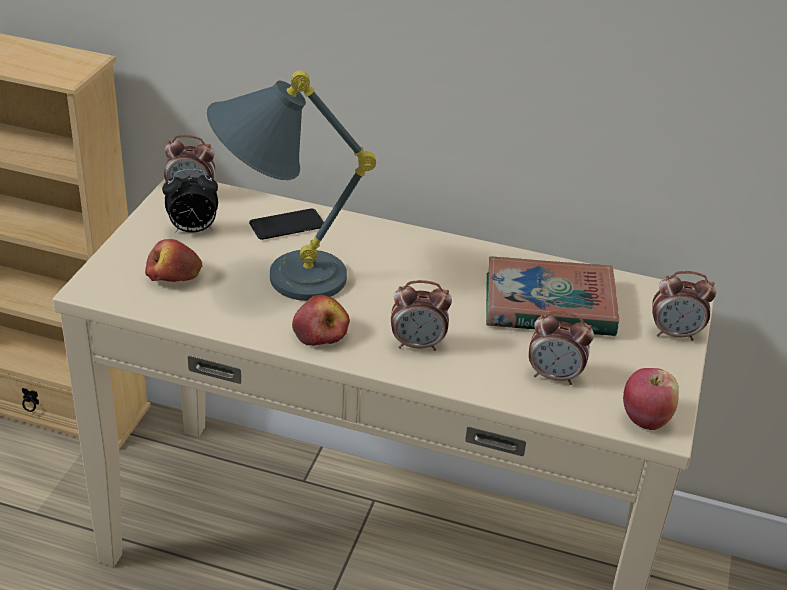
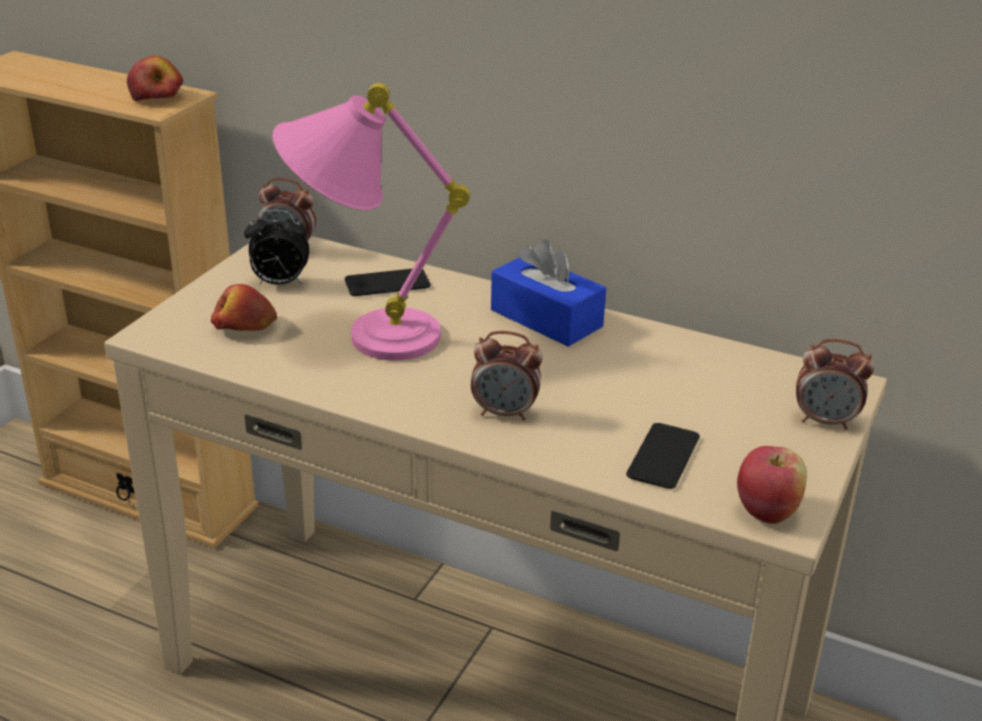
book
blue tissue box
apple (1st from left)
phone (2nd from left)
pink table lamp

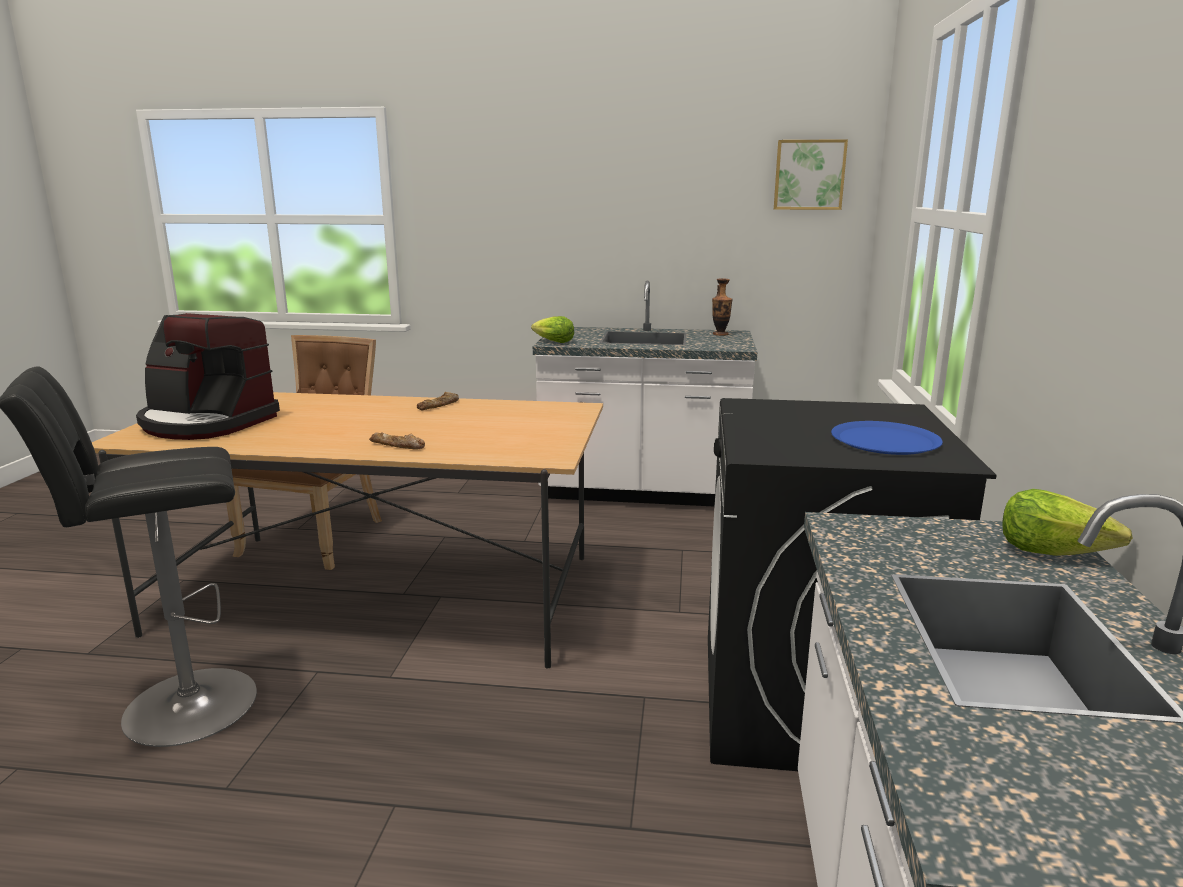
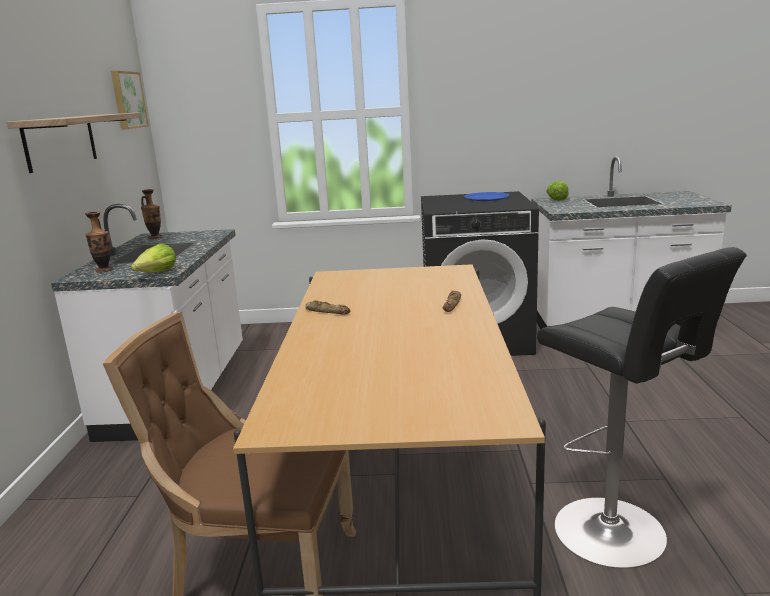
coffee machine
shelf
vase (1st from left)

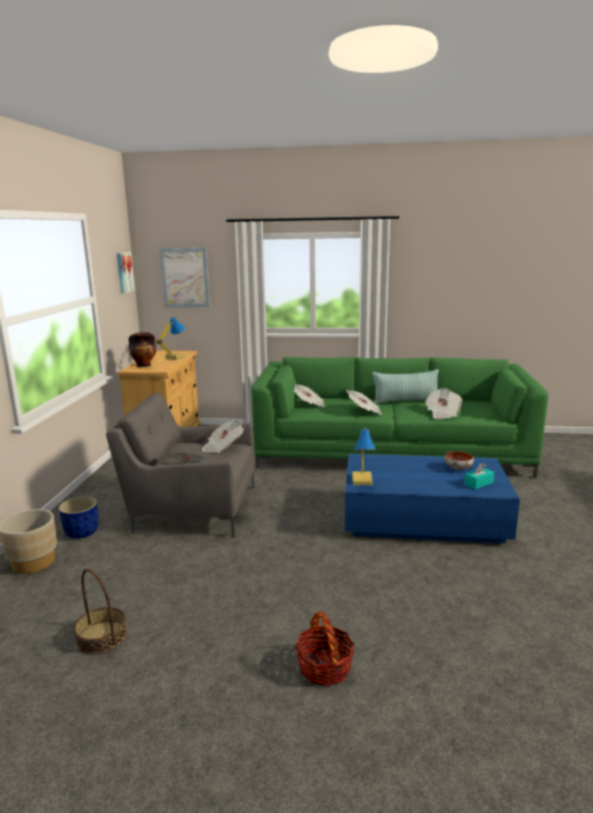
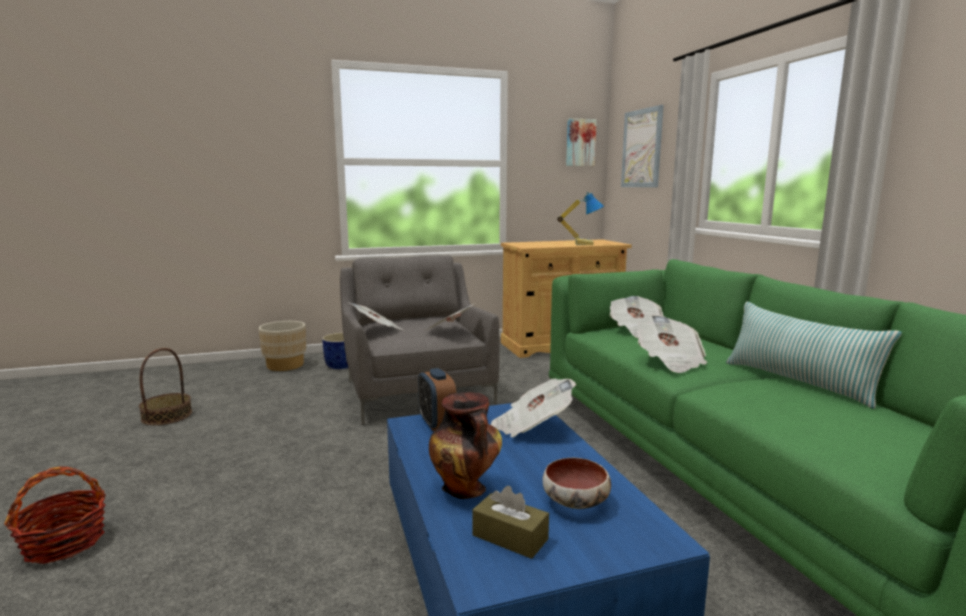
vase
newspaper (3rd from left)
alarm clock
brown tissue box

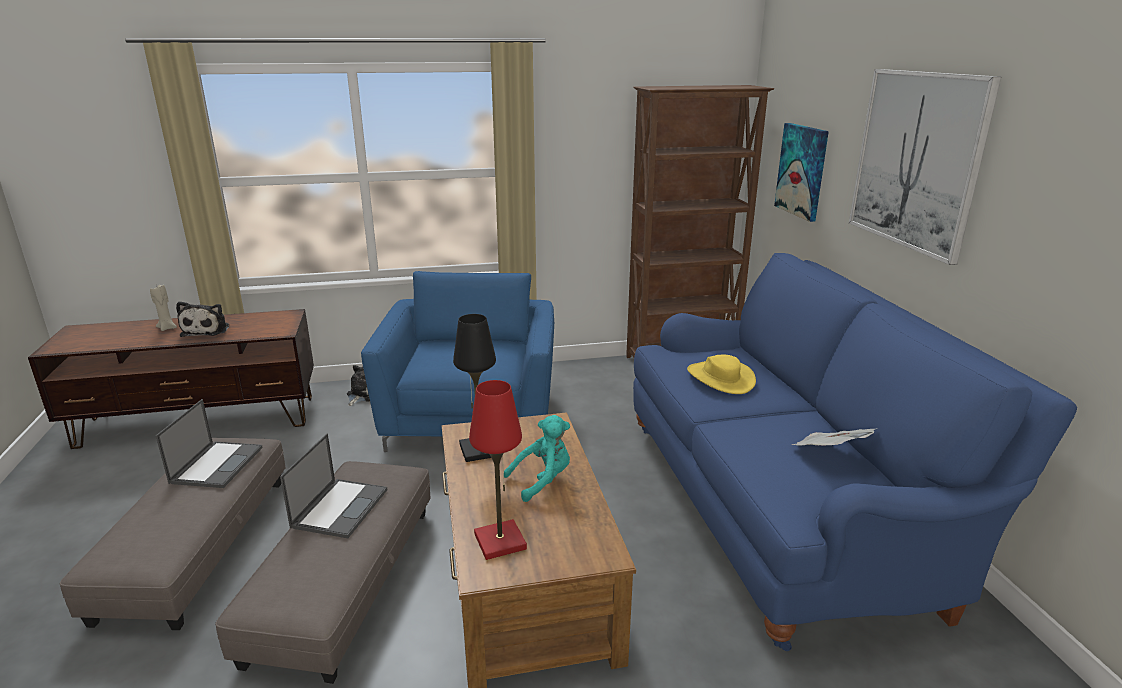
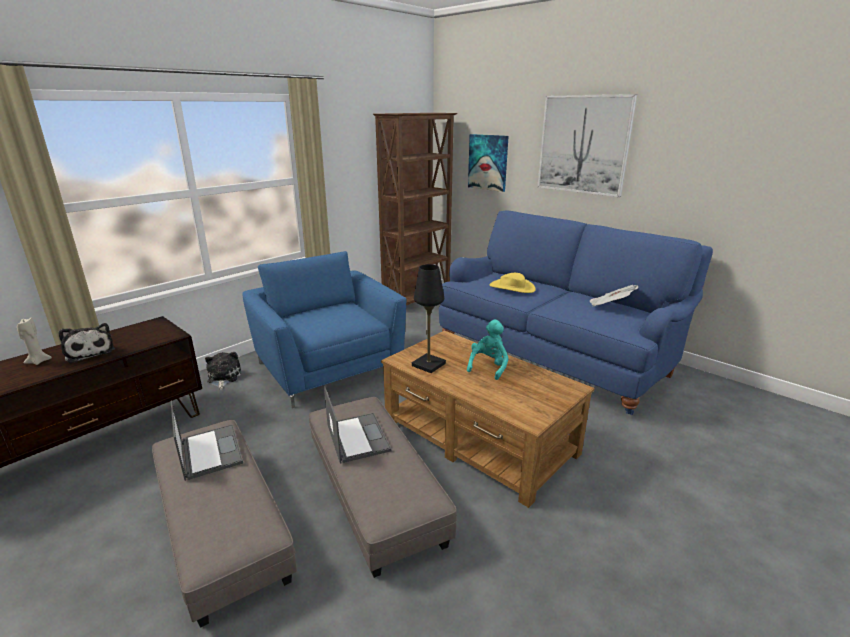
red table lamp

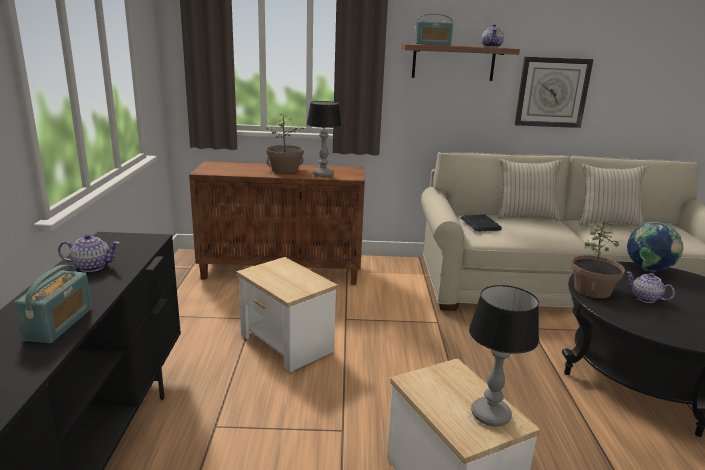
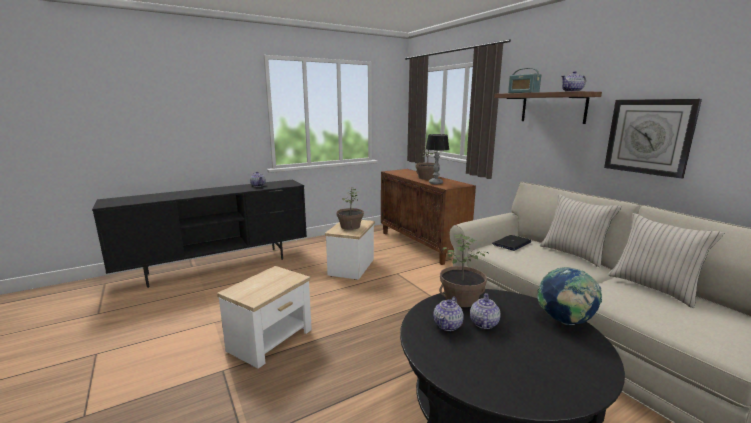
radio (1st from left in the first image)
table lamp (2nd from left in the first image)
potted plant (1st from left)
teapot (2nd from left)

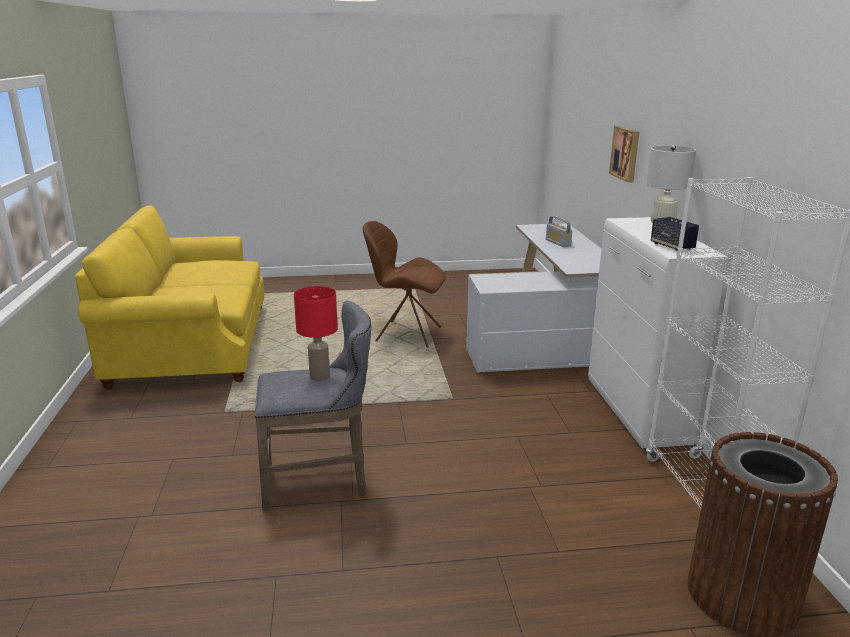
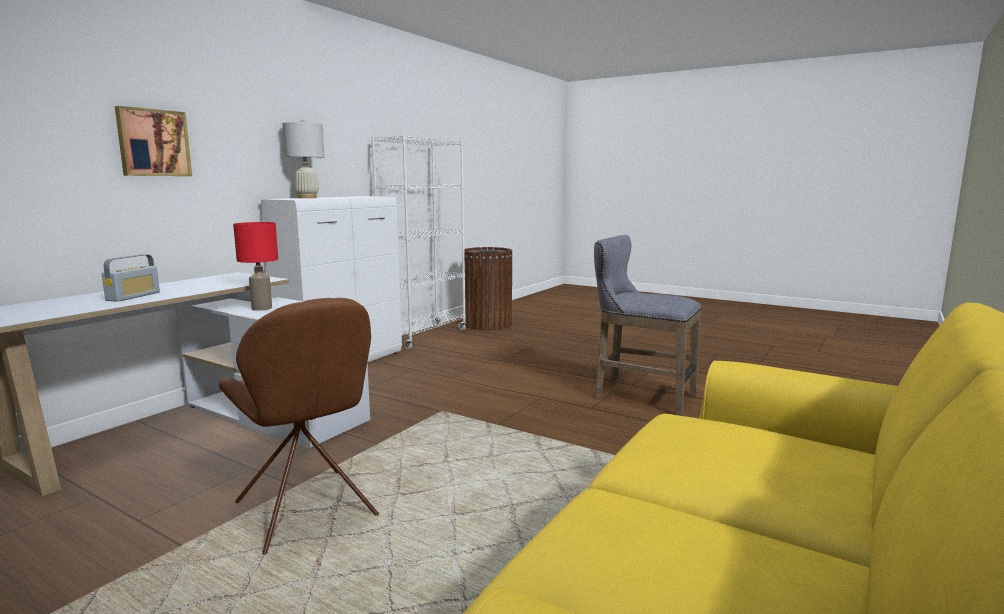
speaker
red table lamp

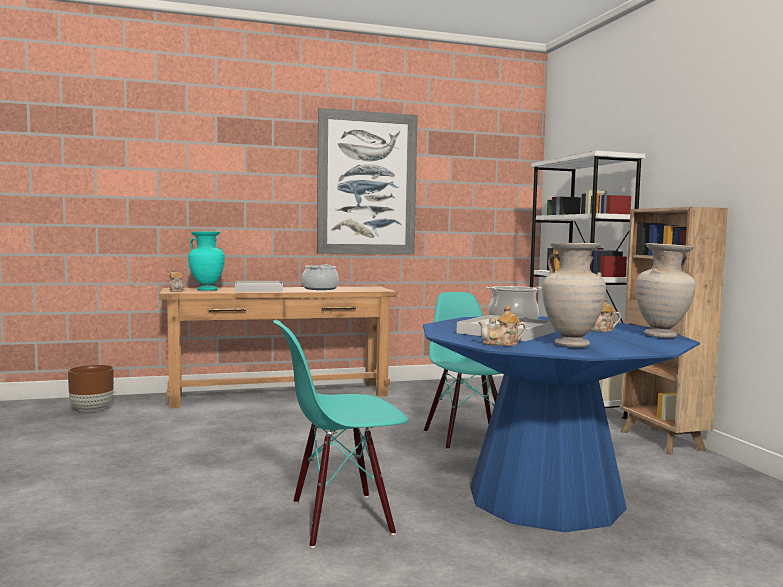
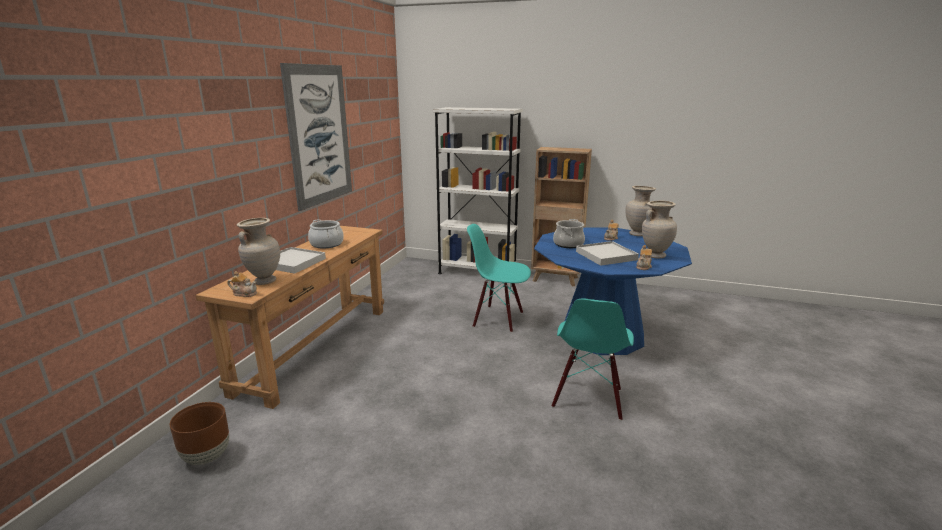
beige vase (1st from left)

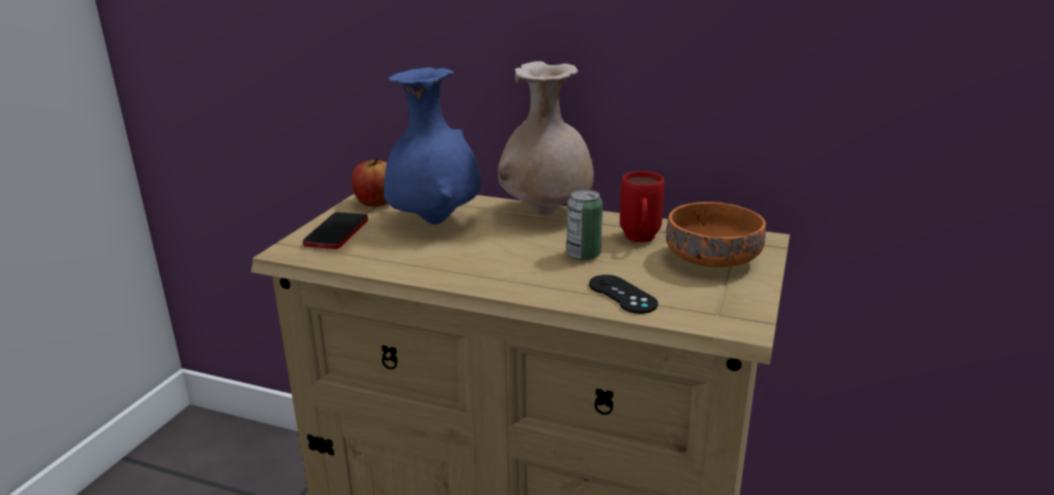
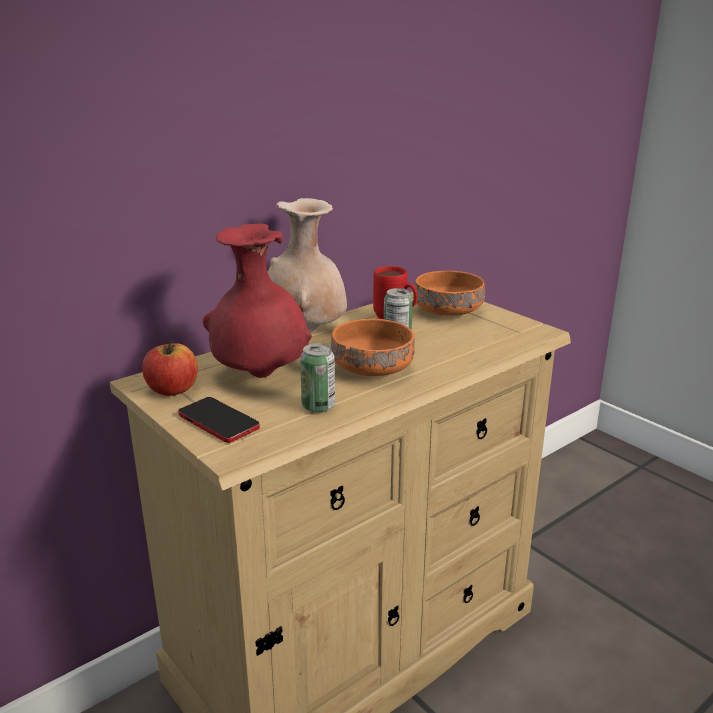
black game controller
can (1st from left)
orange bowl (1st from left)
red vase

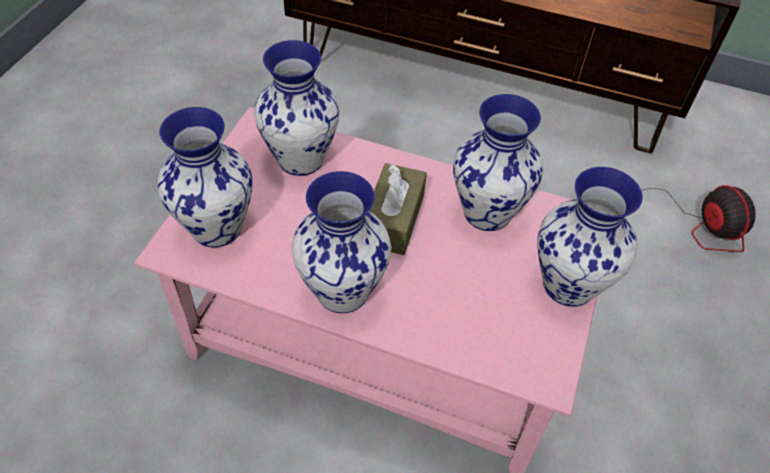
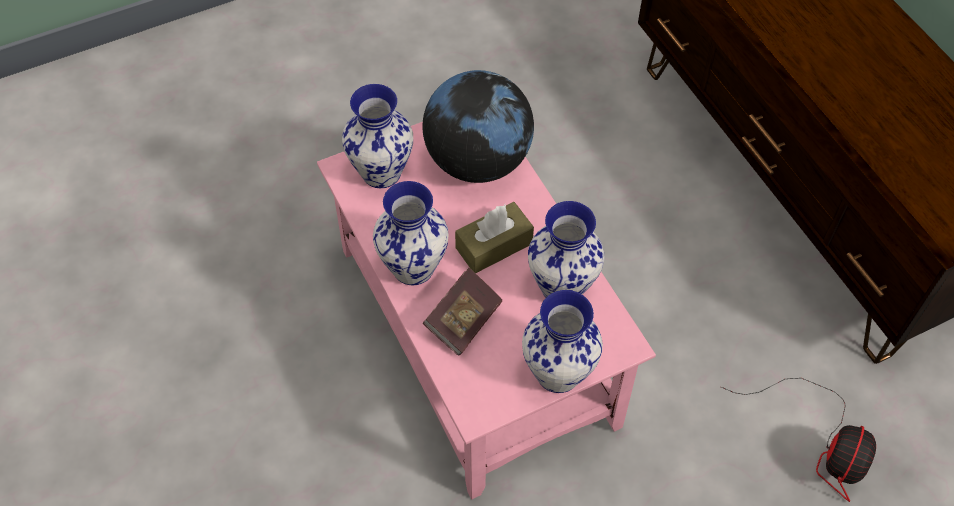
book
globe

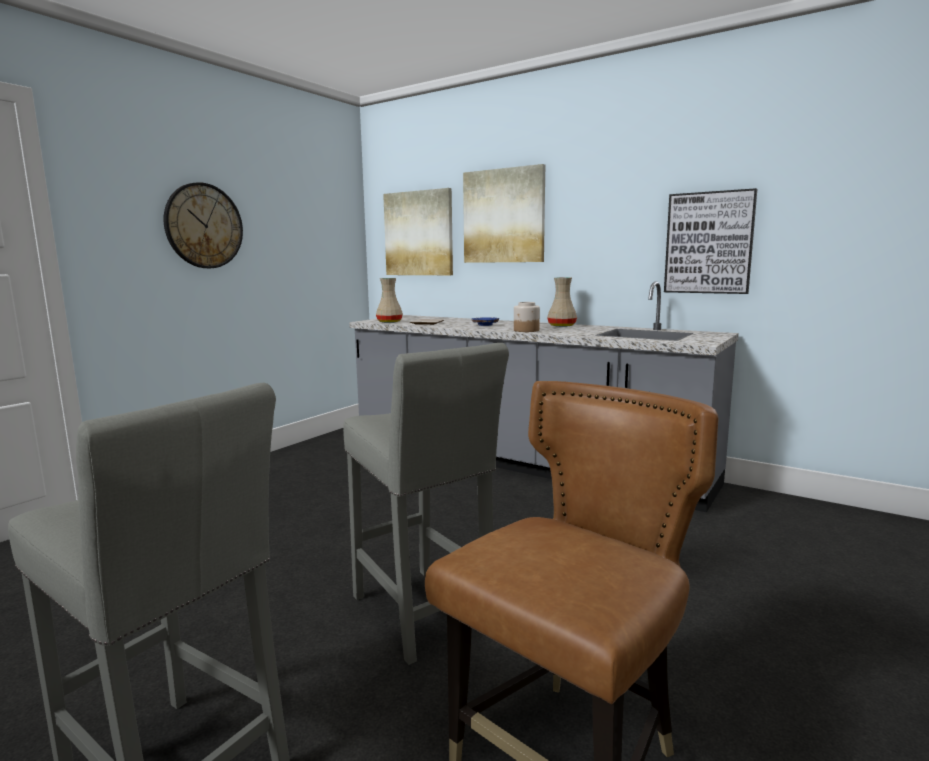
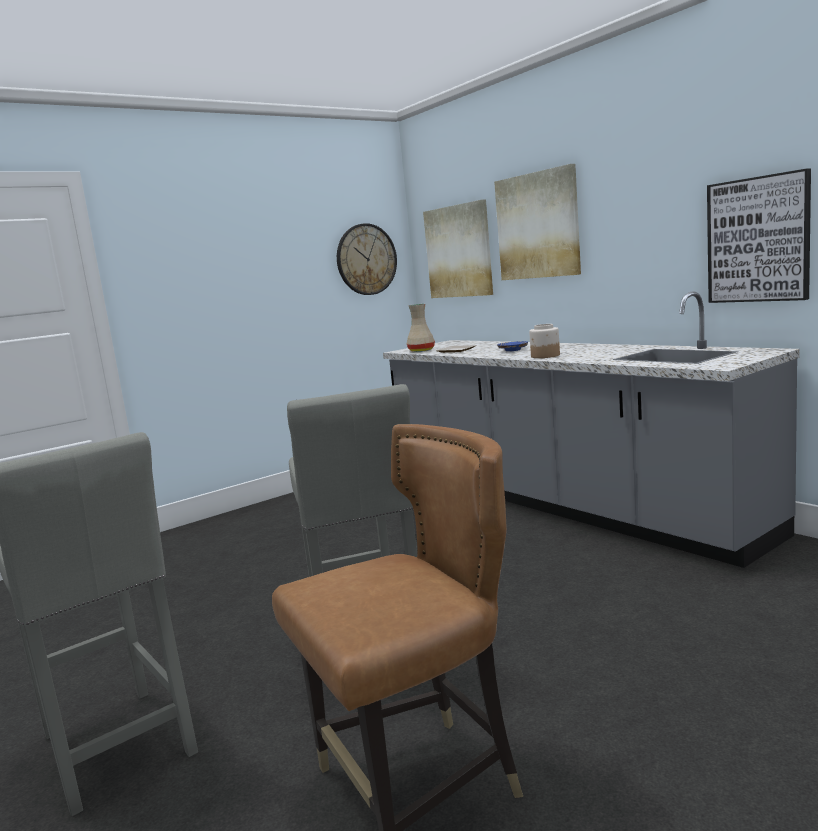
beige vase (2nd from left in the first image)
wall clock

